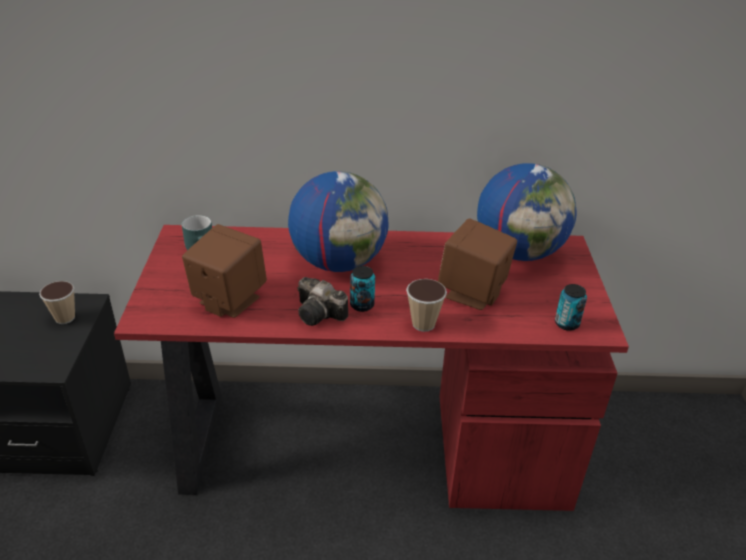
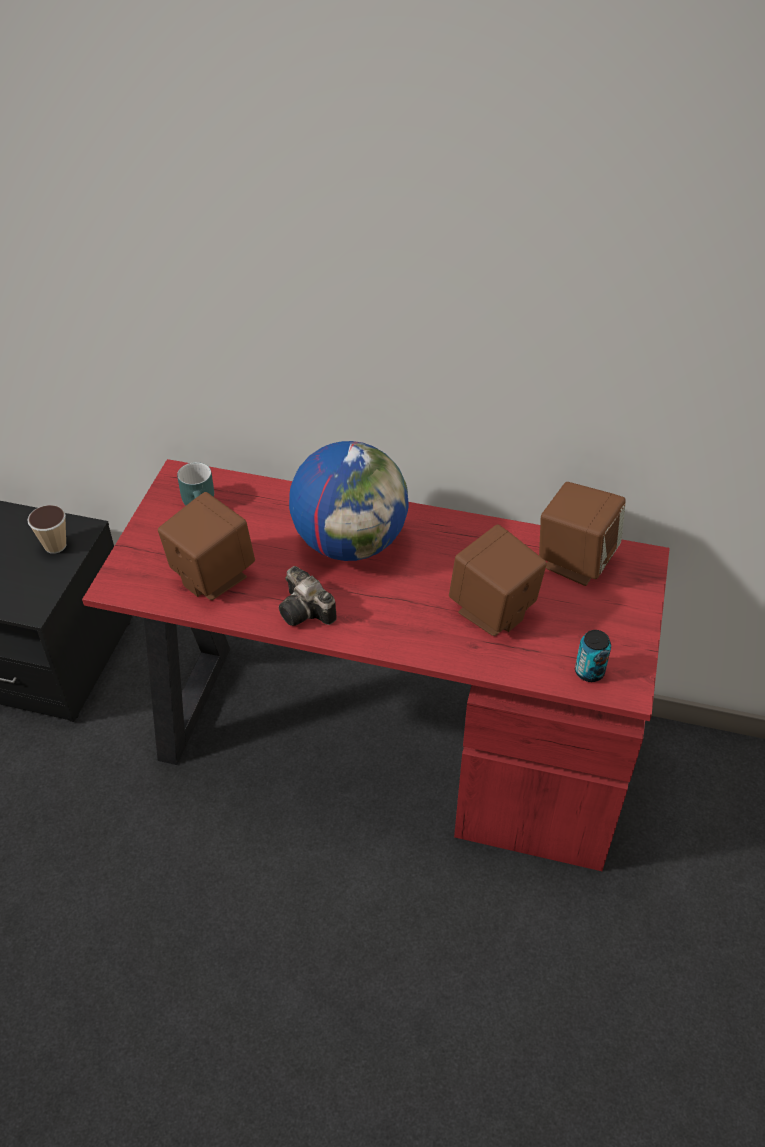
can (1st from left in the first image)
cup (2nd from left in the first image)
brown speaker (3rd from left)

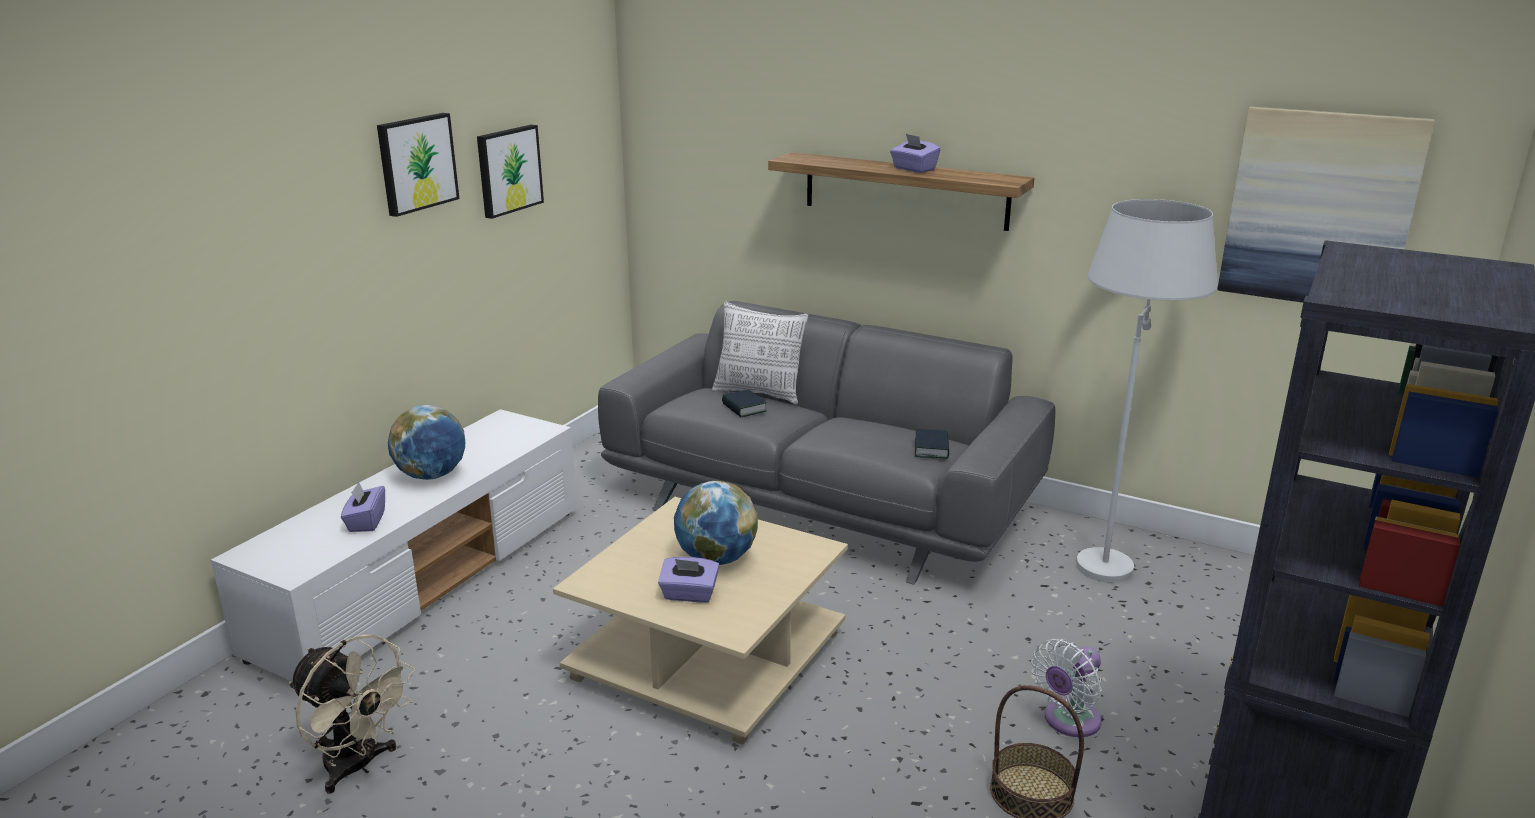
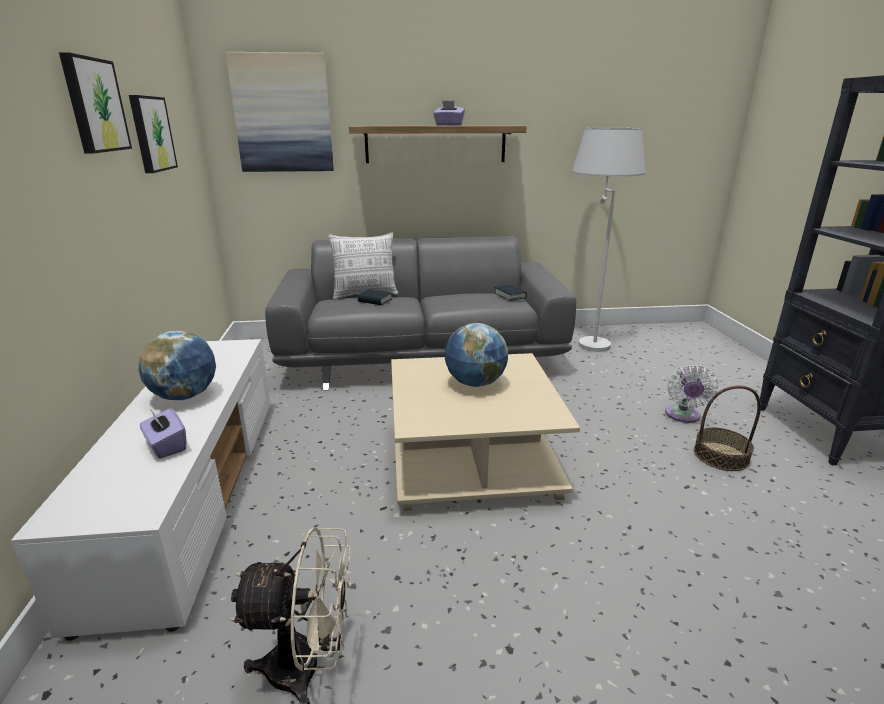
purple tissue box (2nd from left in the first image)
picture (3rd from left)

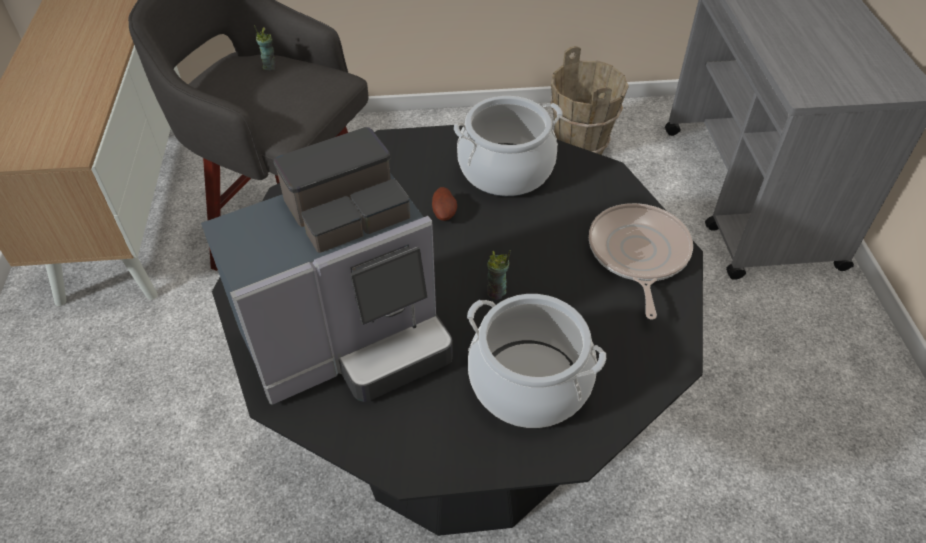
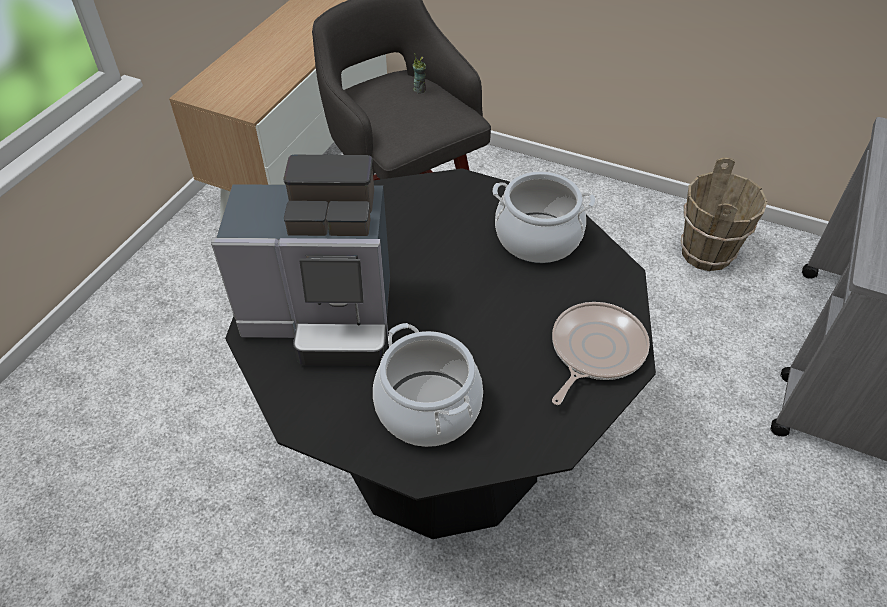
potato
cup (2nd from left in the first image)

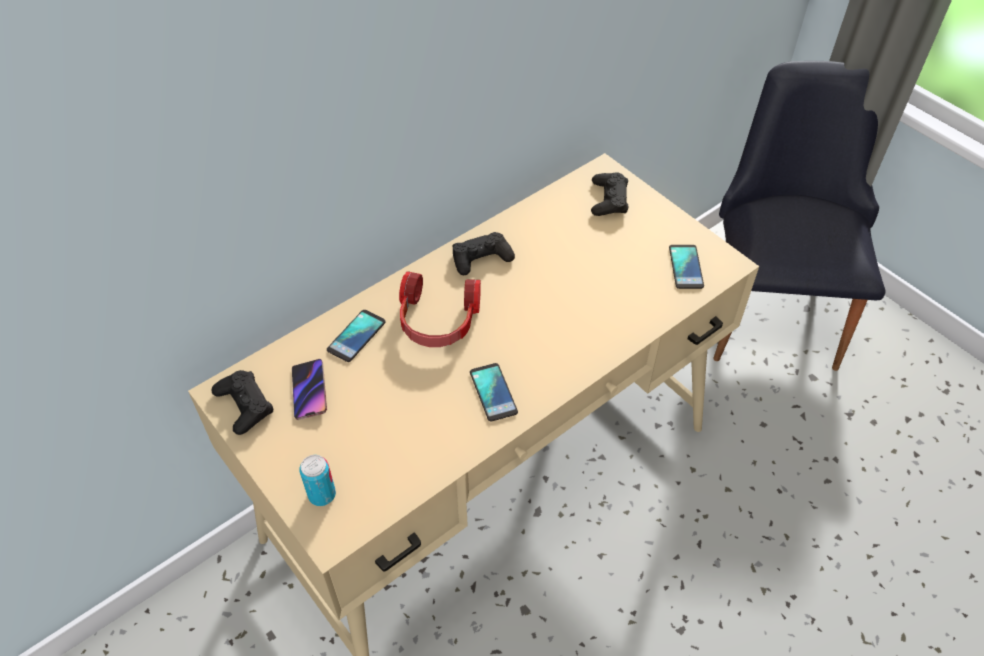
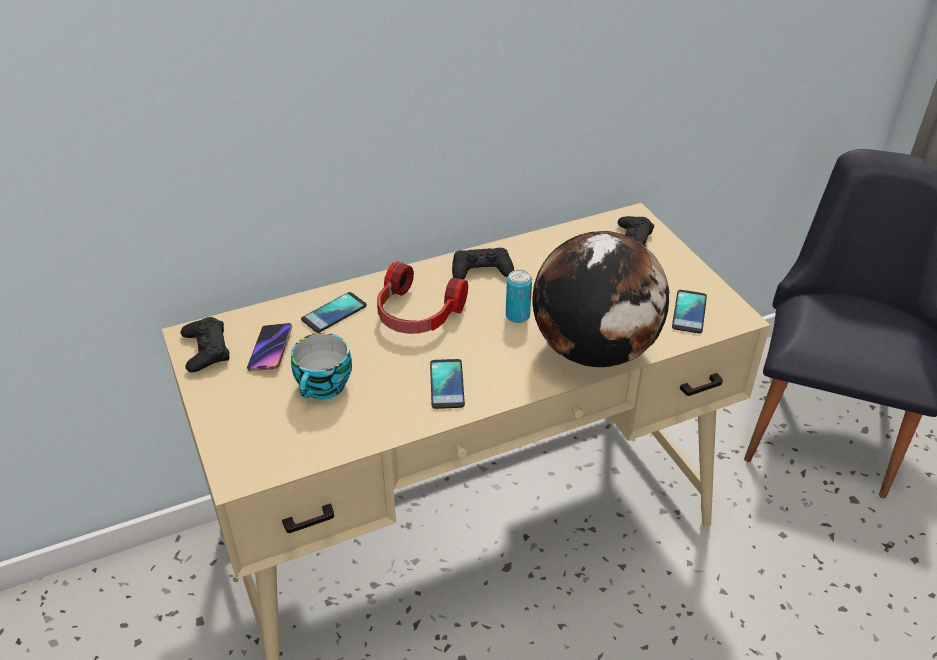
cup
globe
can

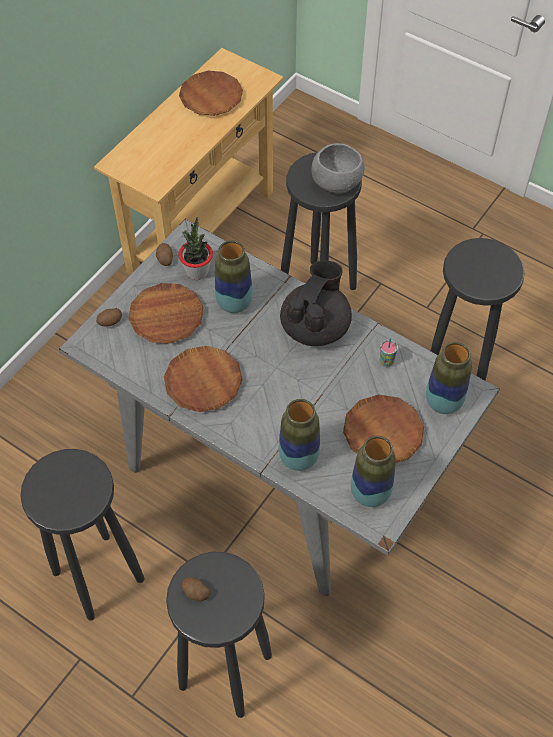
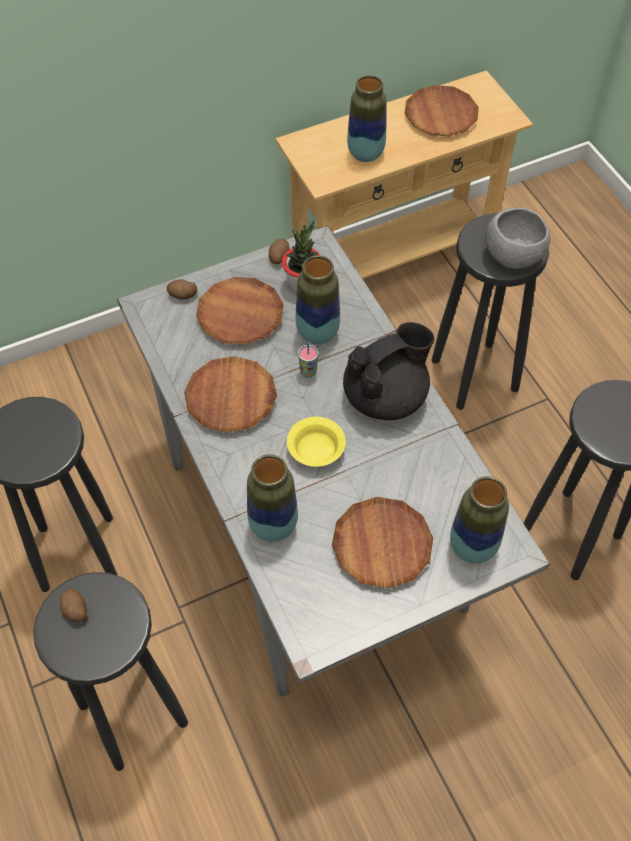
yellow bowl
vase (3rd from left)
cup

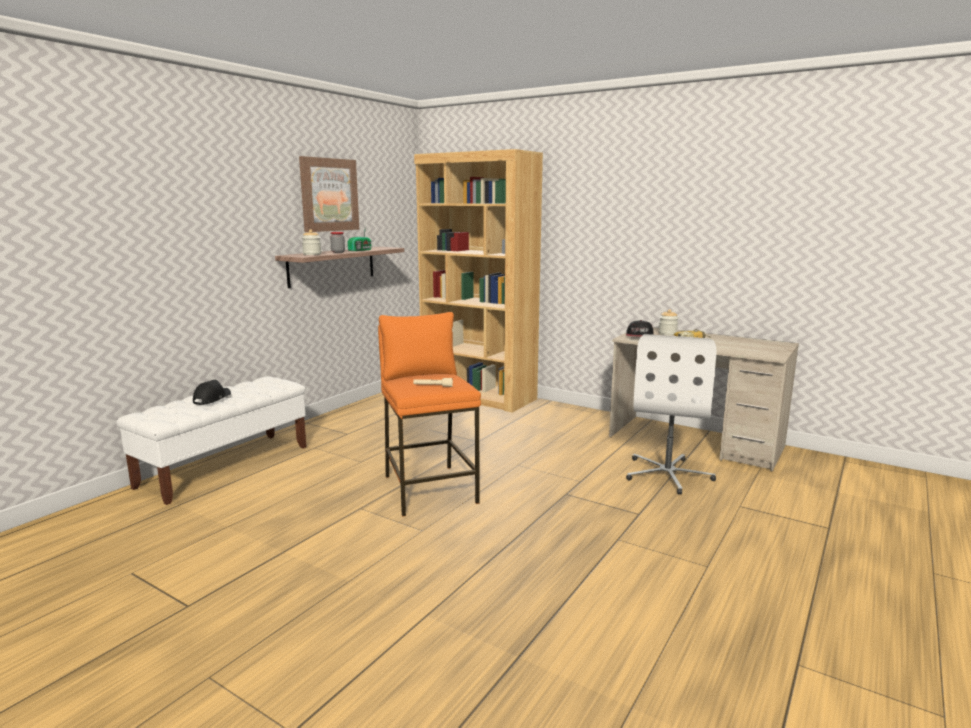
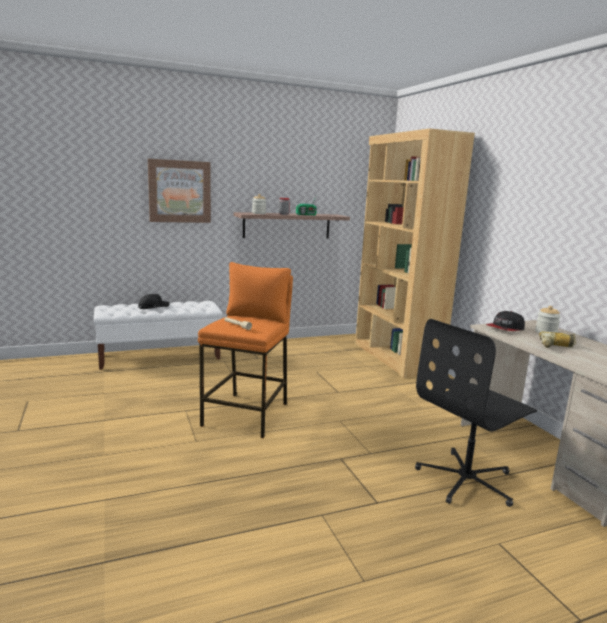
picture
black office chair

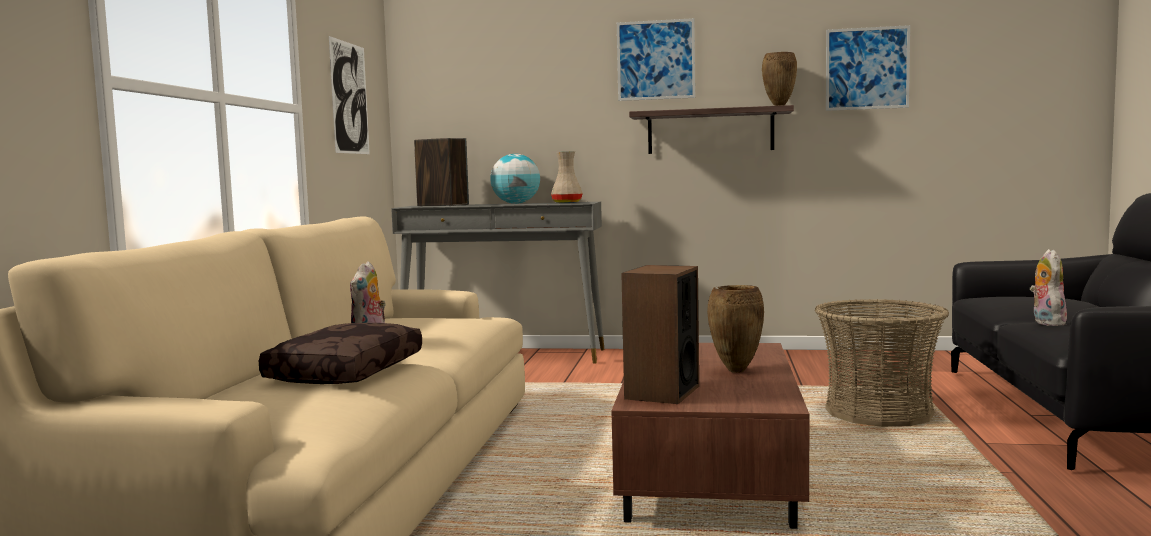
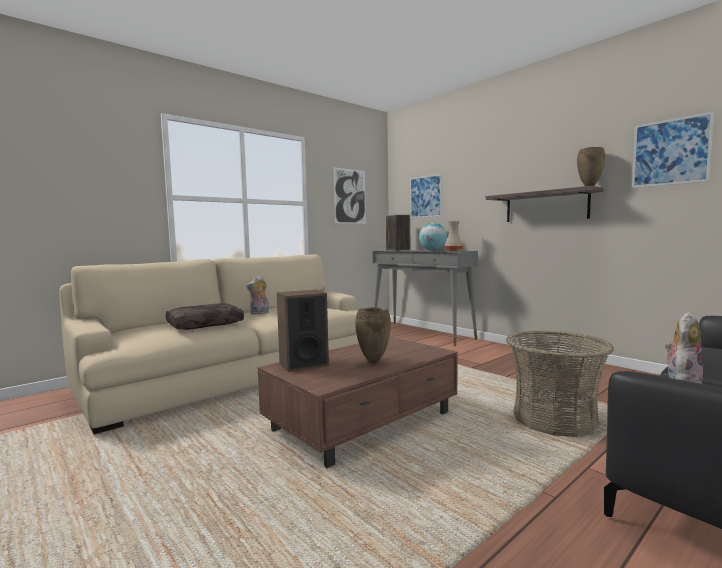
picture (2nd from left)

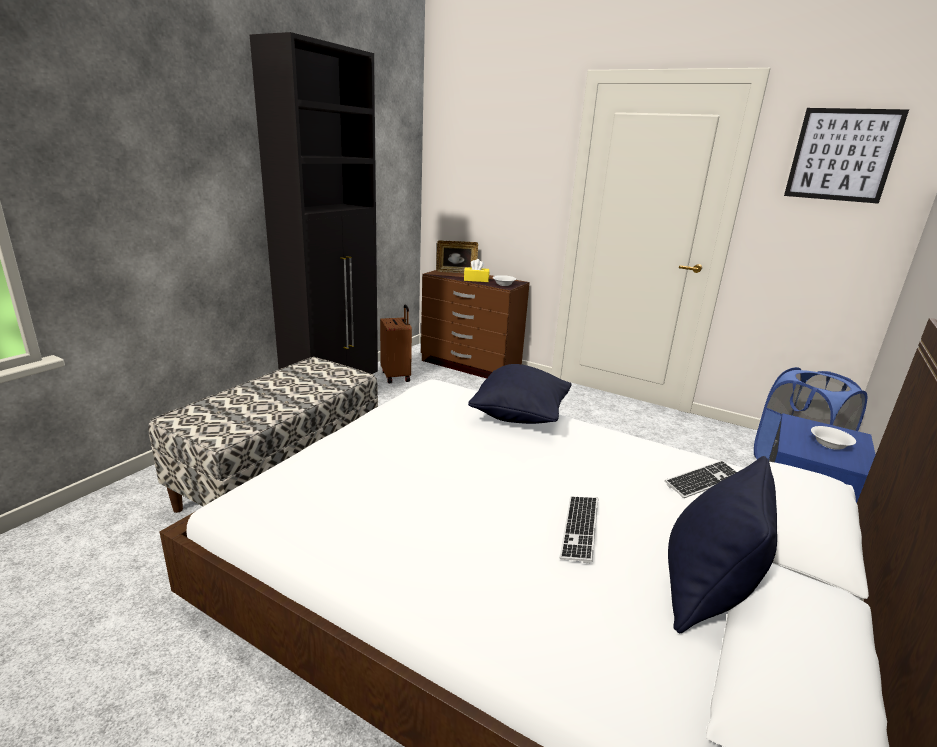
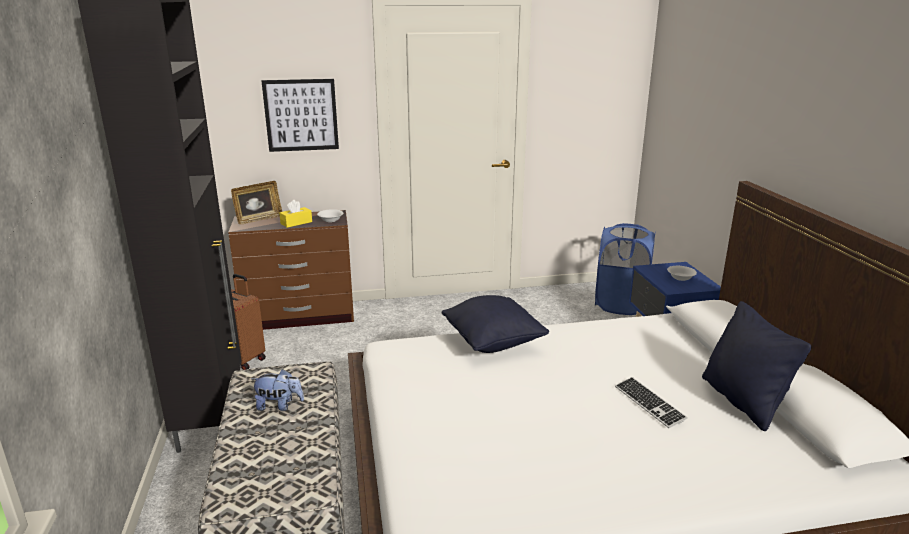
keyboard (2nd from left in the first image)
plush toy
picture

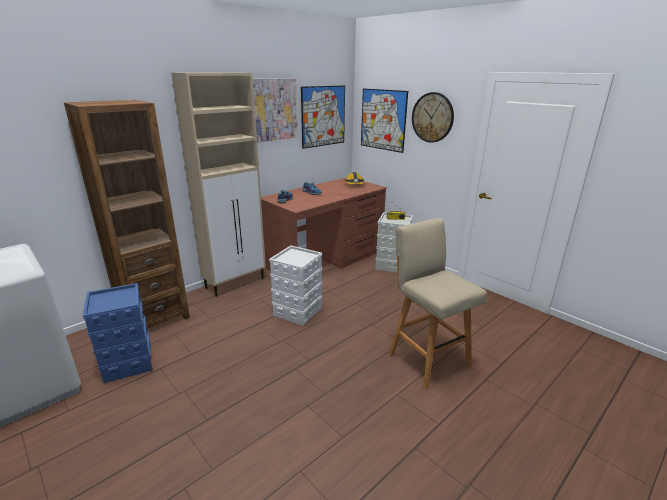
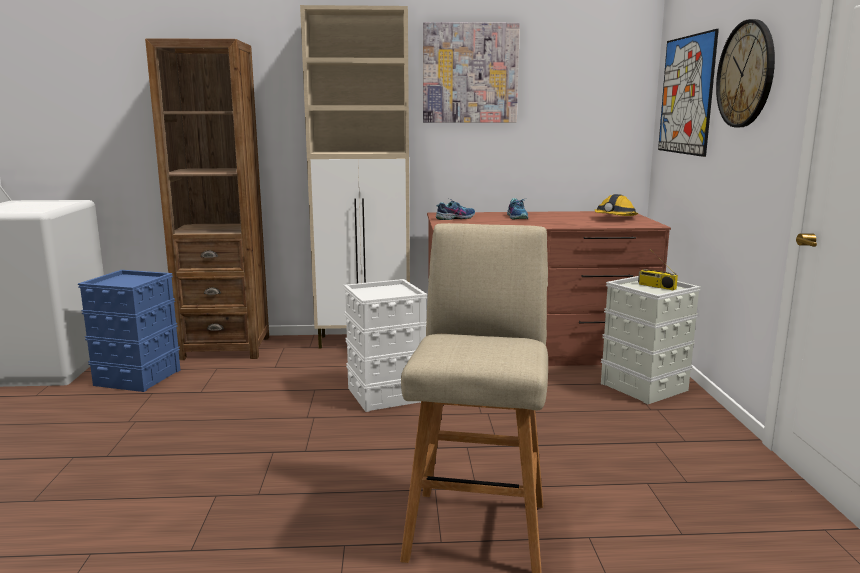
picture (2nd from left in the first image)

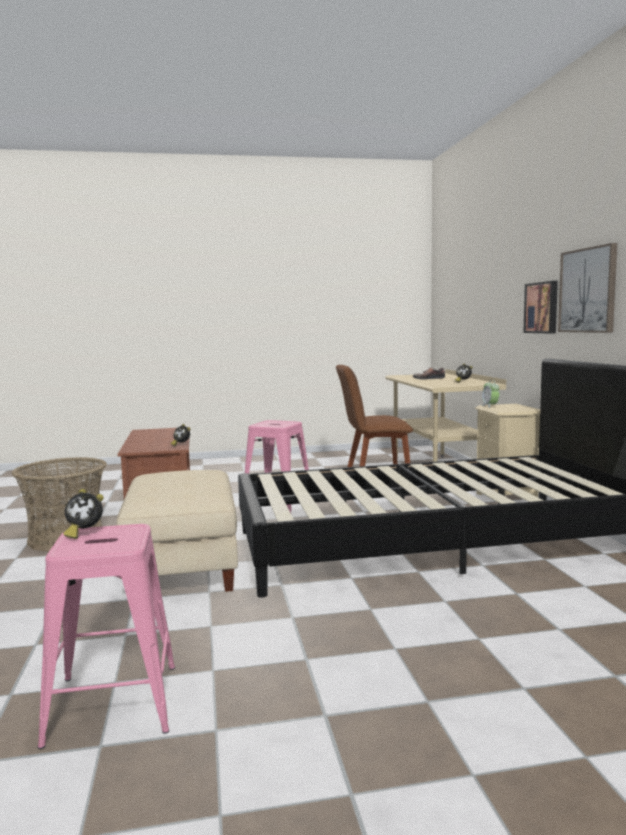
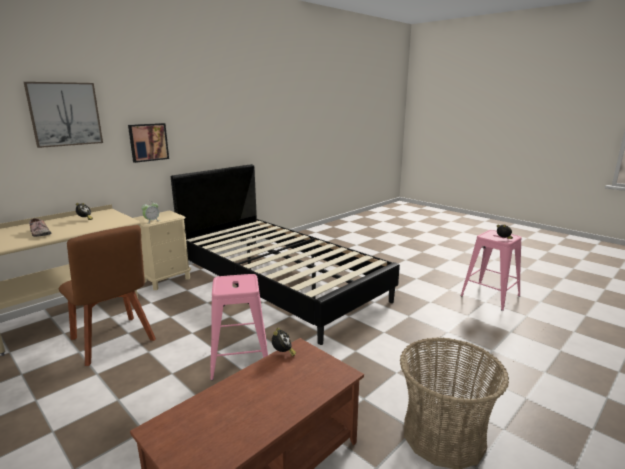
beige ottoman
picture (1st from left)

